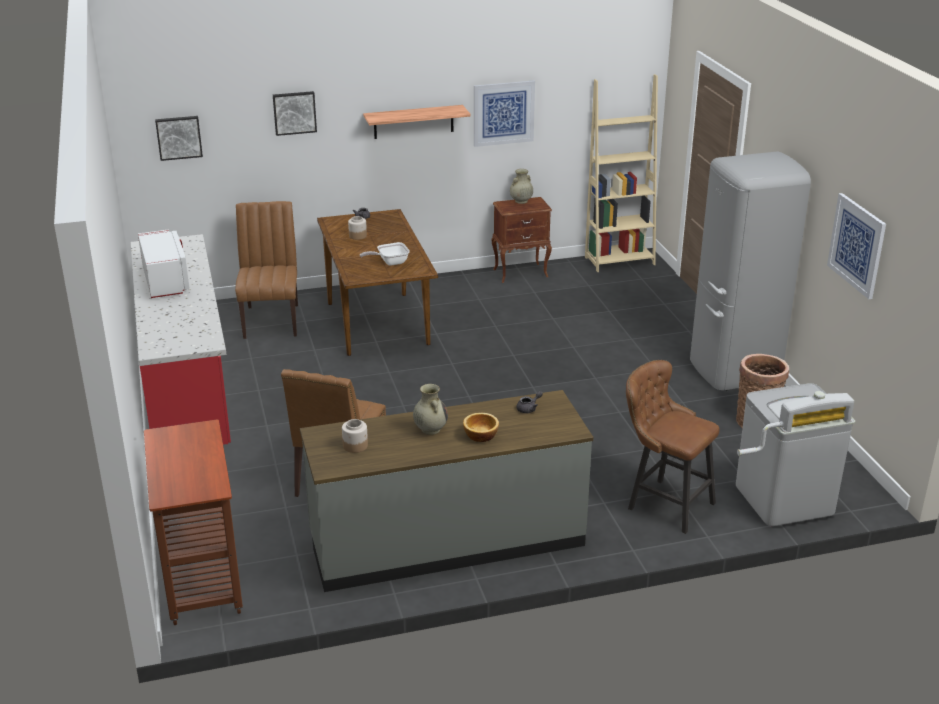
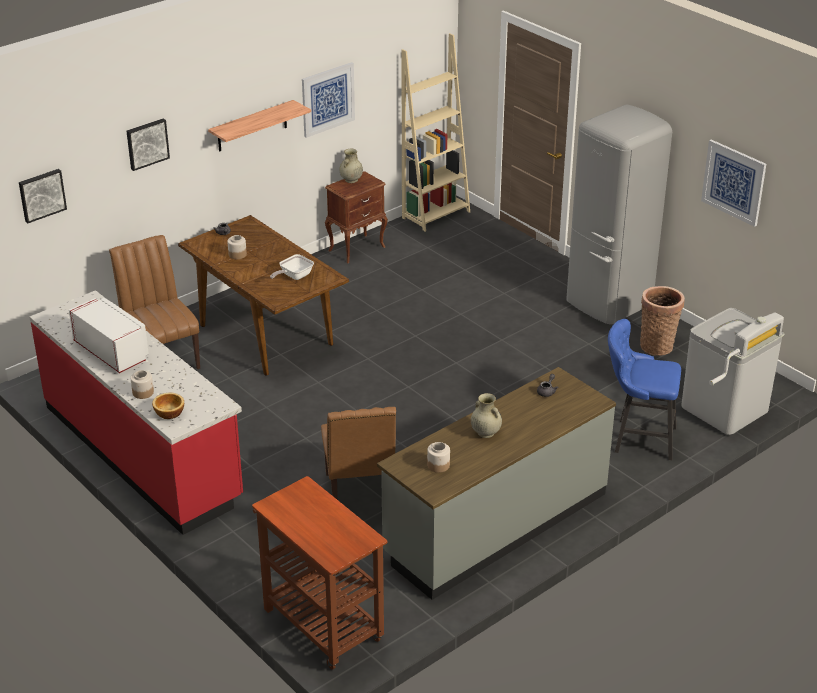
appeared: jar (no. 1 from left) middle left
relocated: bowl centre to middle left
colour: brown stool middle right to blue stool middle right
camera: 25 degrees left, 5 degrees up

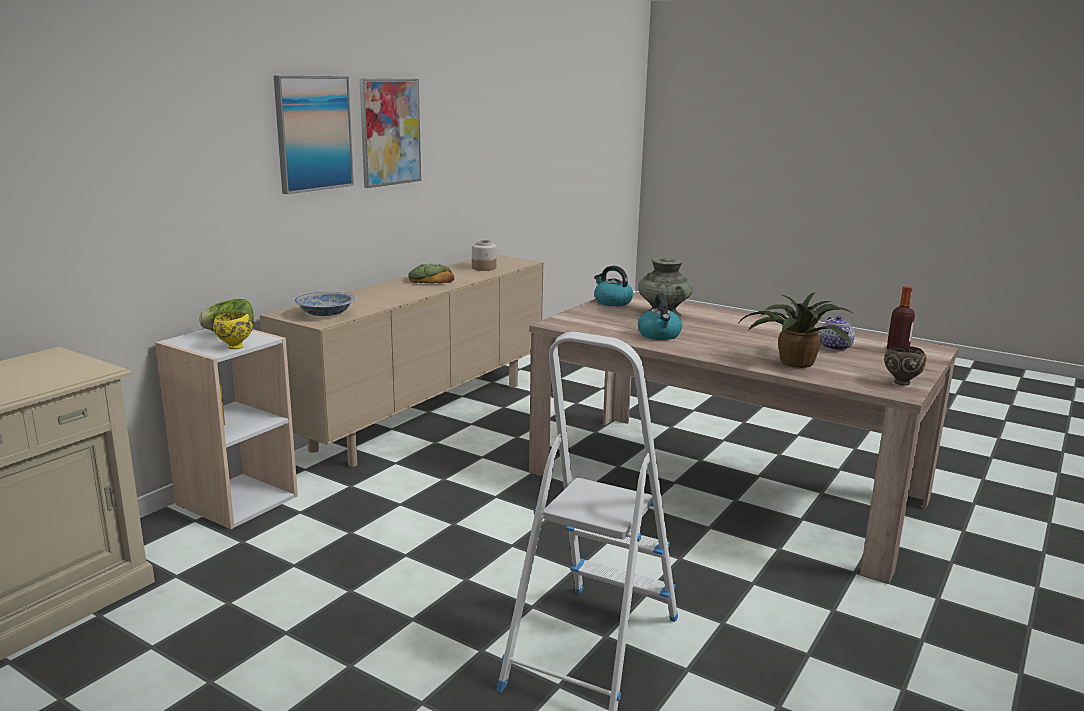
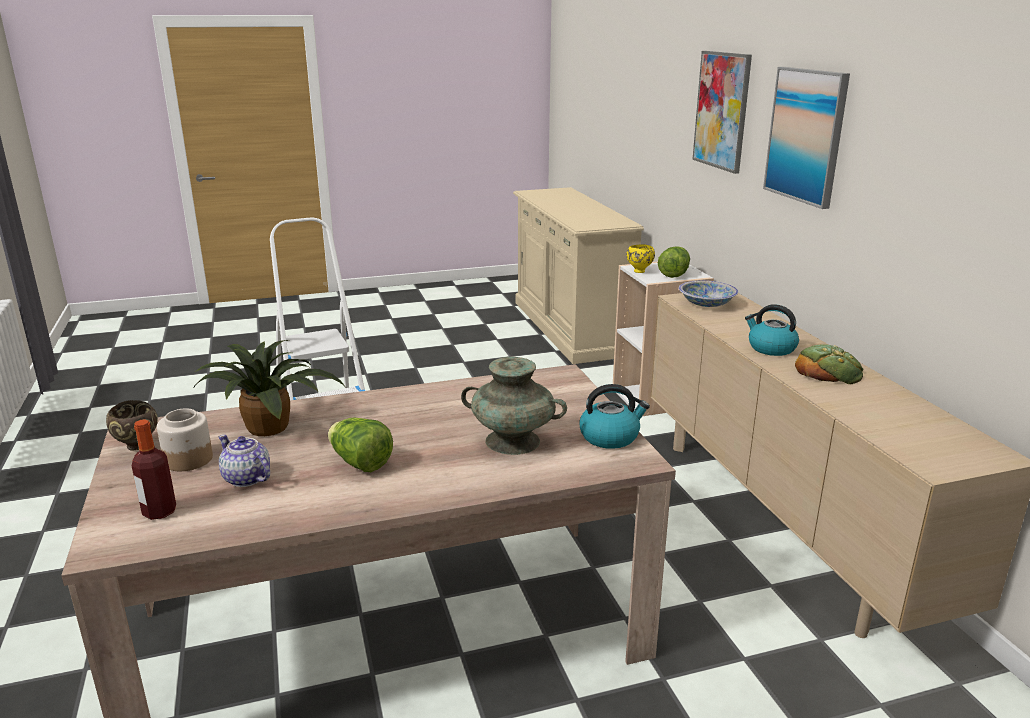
appeared: lettuce (no. 1 from left) centre
relocated: picture (no. 2 from left in the first image) top centre to picture (no. 1 from left) top right; jar centre to middle left; kettle (no. 2 from left) centre to middle right
camera: 130 degrees right, 5 degrees up

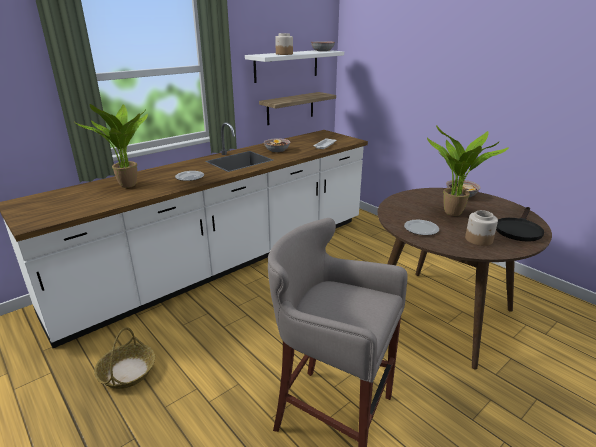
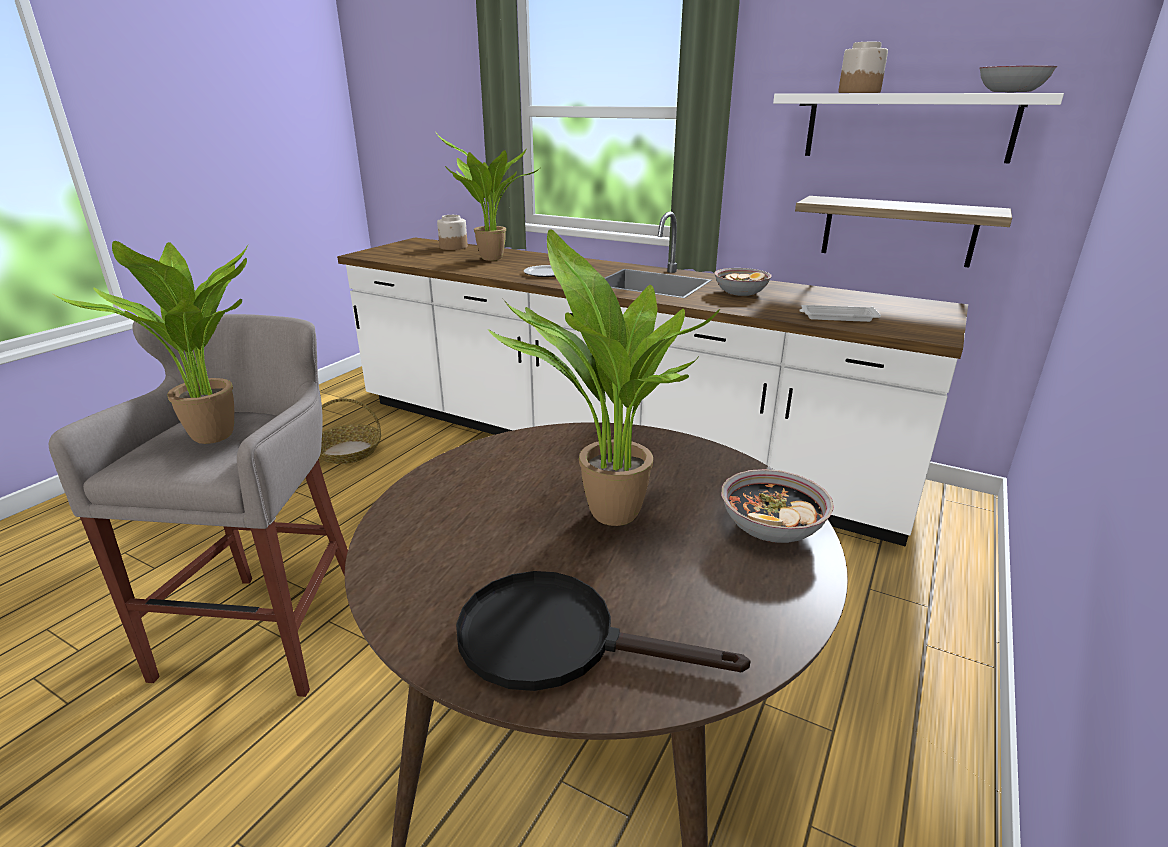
missing: plate (no. 2 from left) middle right
appeared: potted plant (no. 1 from left) middle left
relocated: jar (no. 2 from left in the first image) middle right to jar (no. 1 from left) top centre
camera: 70 degrees right, 0 degrees up

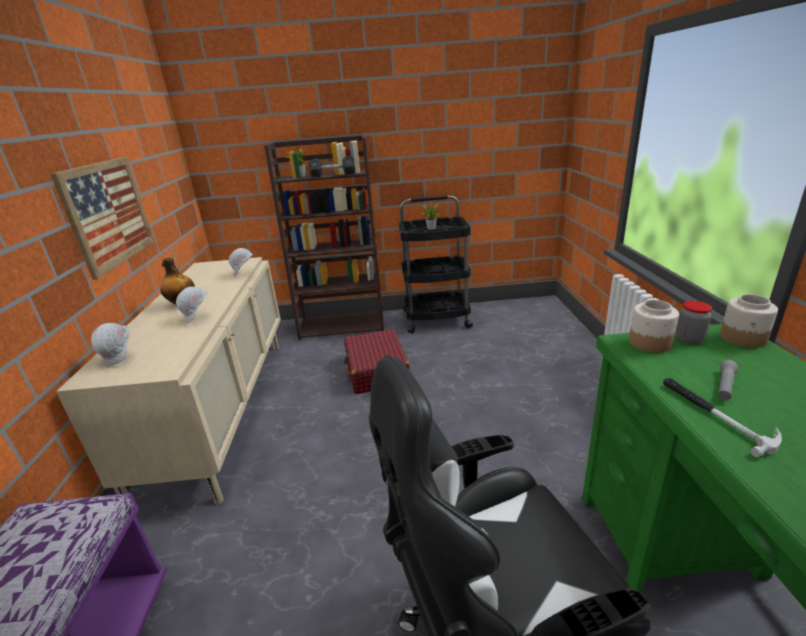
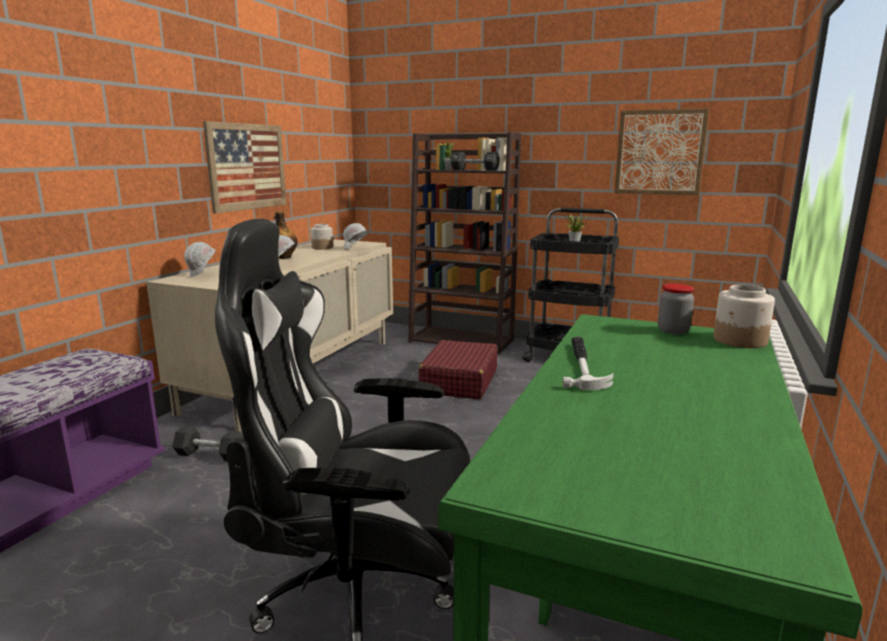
missing: grey flashlight middle right
appeared: picture (no. 2 from left) top right; black dumbbell (no. 1 from left) bottom left
relocated: jar (no. 1 from left) middle right to centre
camera: 25 degrees right, 10 degrees down

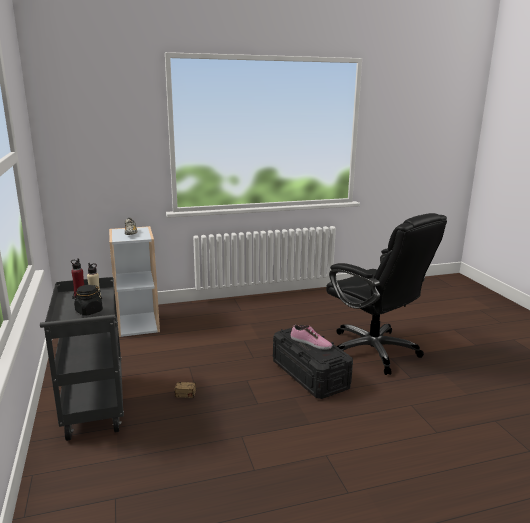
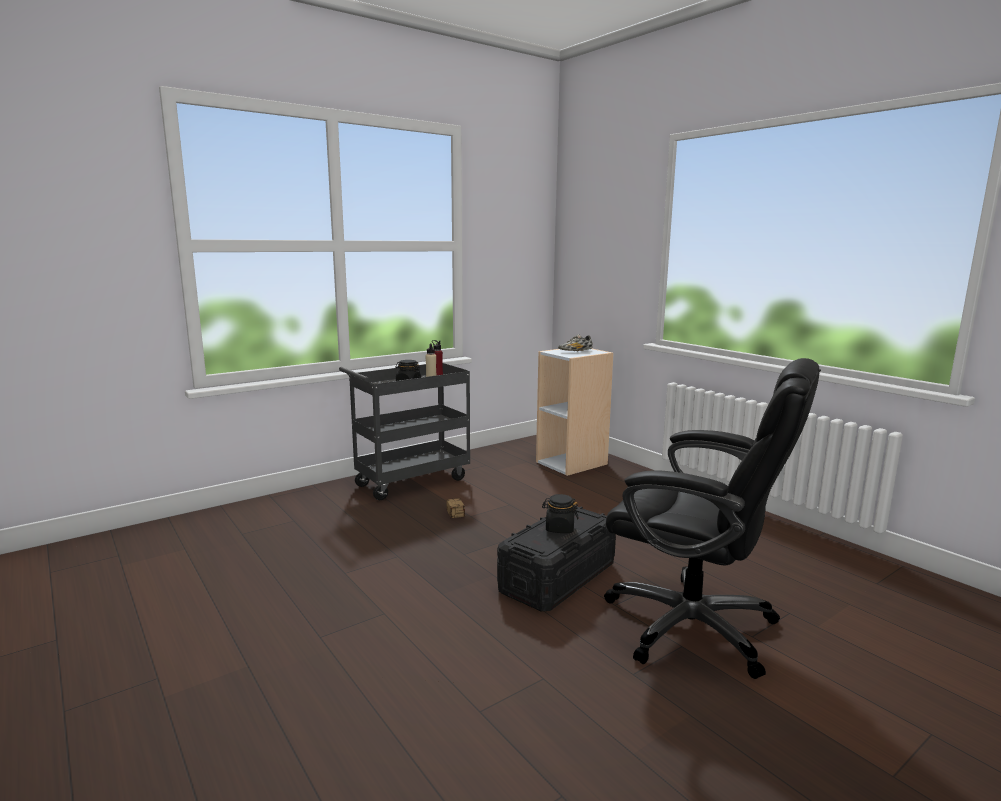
exchanged: shoe (no. 2 from left) centre to black jar (no. 2 from left) centre
spun: black office chair middle right = middle right 90 degrees counterclockwise
camera: 70 degrees right, 5 degrees down

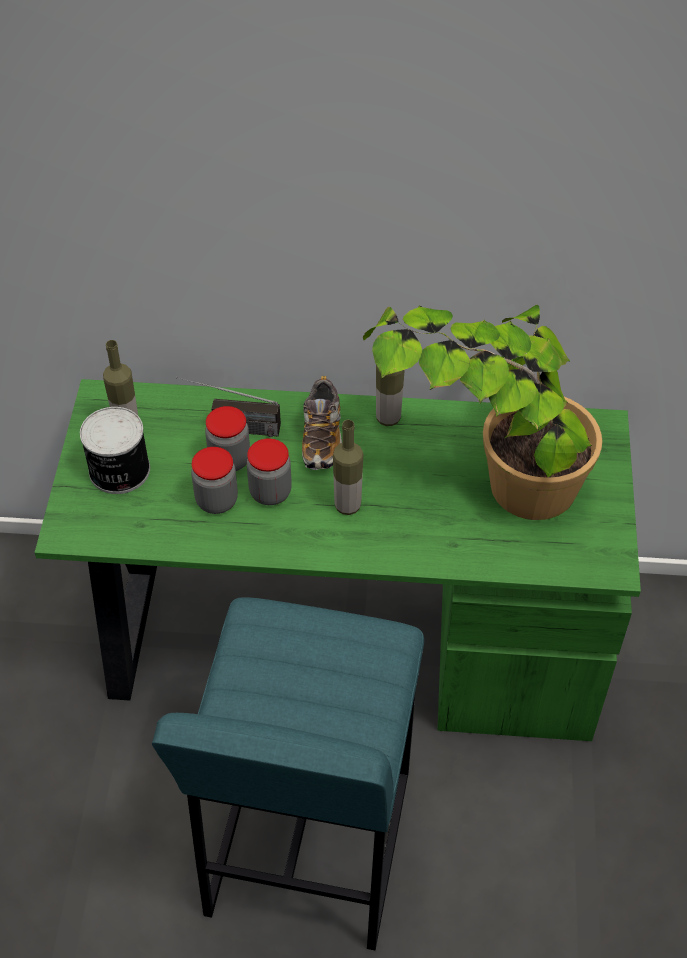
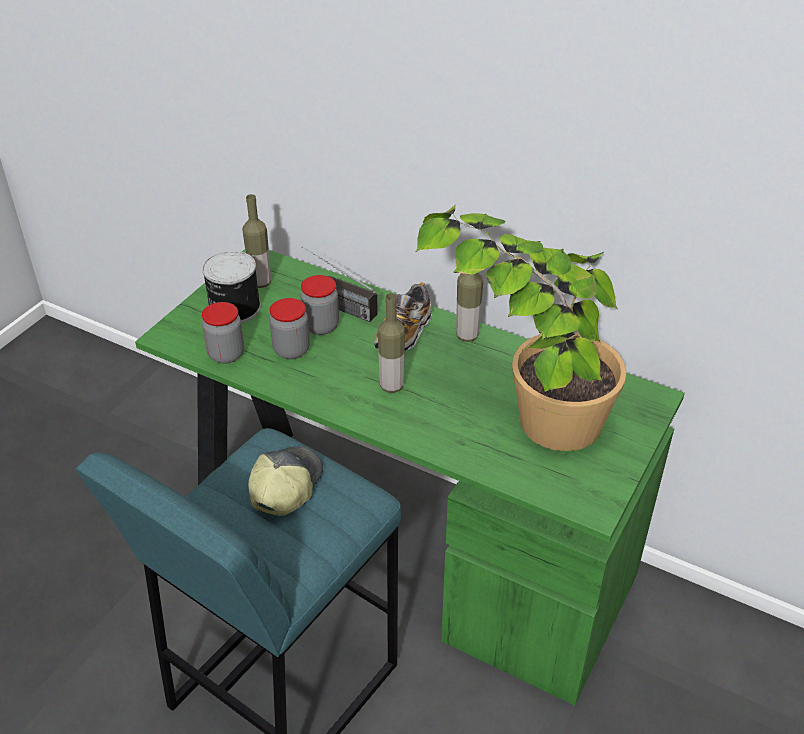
appeared: cap centre
relocated: jar (no. 3 from left in the first image) centre to jar (no. 1 from left) middle left
camera: 25 degrees right, 10 degrees down

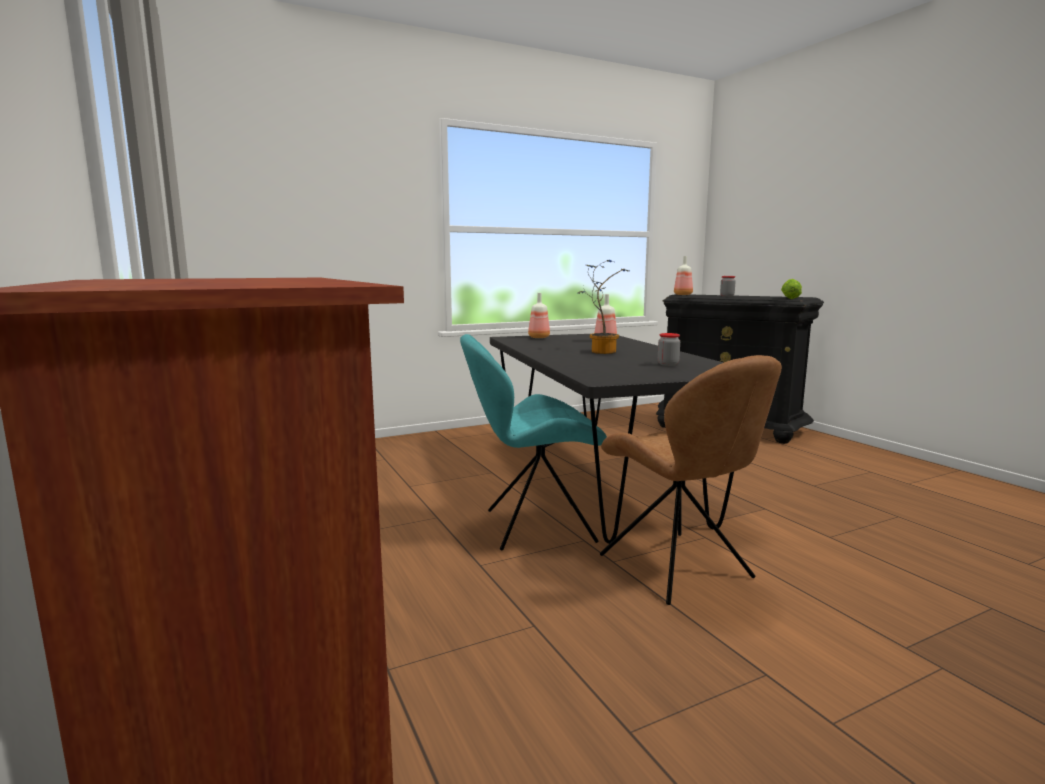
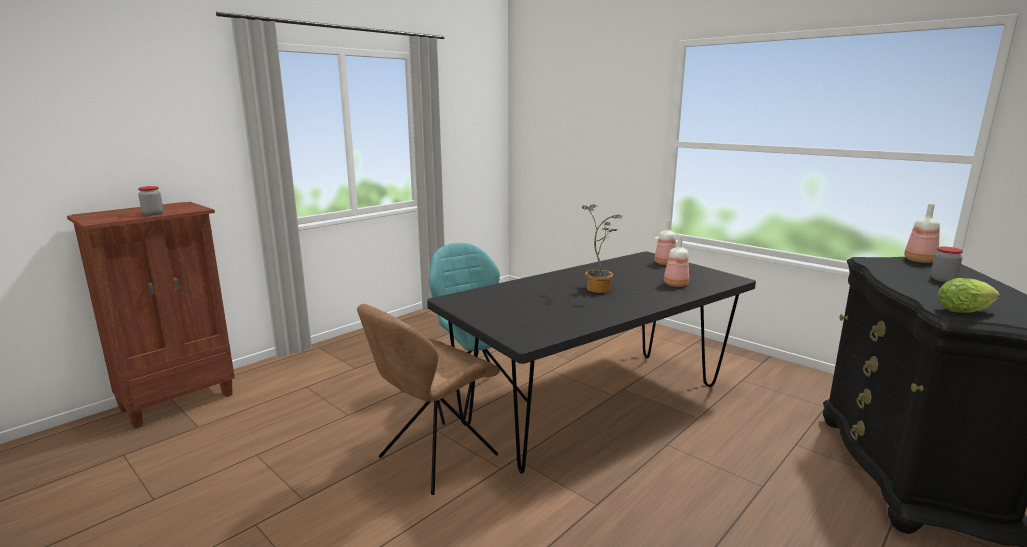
relocated: jar (no. 1 from left) centre to middle left
camera: 70 degrees right, 5 degrees up

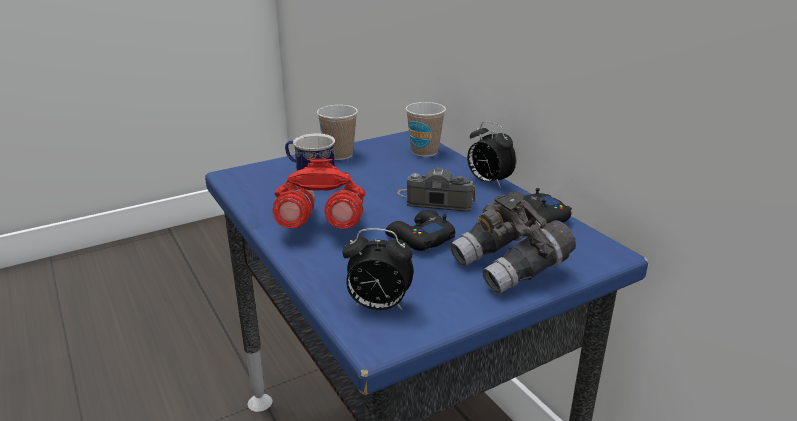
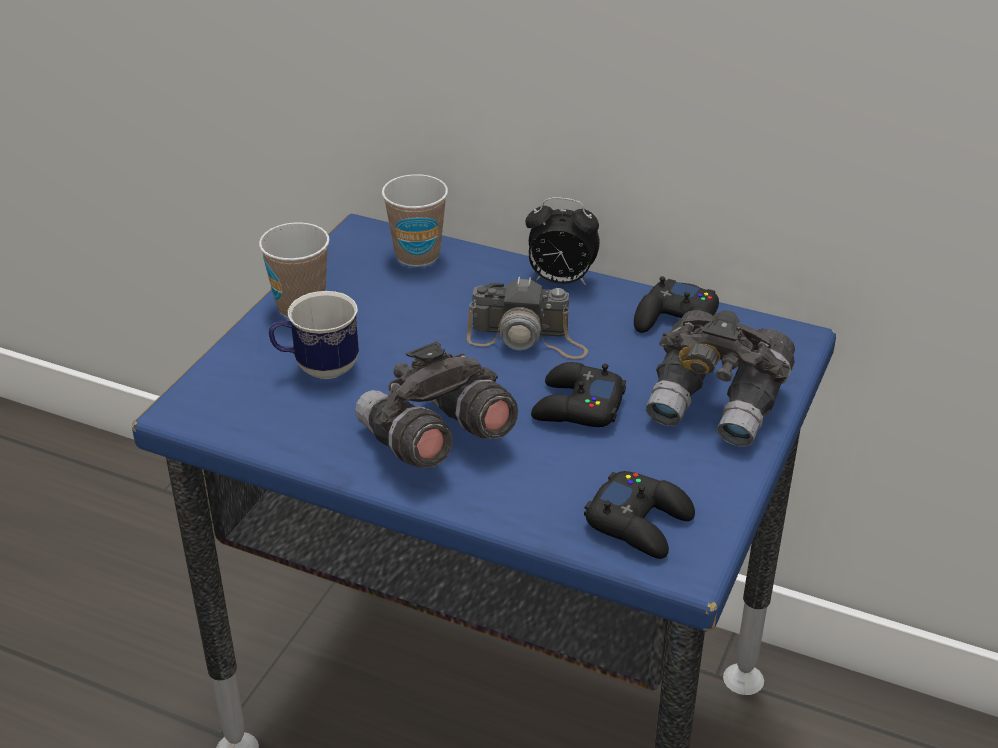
exchanged: alarm clock (no. 1 from left) centre to black game controller (no. 2 from left) bottom centre
colour: red binoculars centre to grey binoculars (no. 1 from left) centre
spun: photo camera centre = centre 150 degrees counterclockwise
camera: 35 degrees left, 10 degrees up

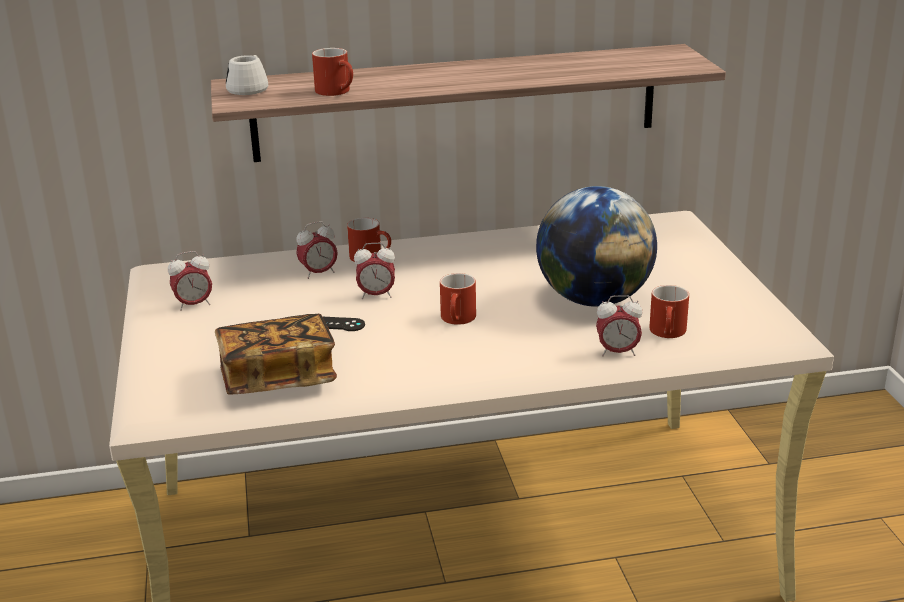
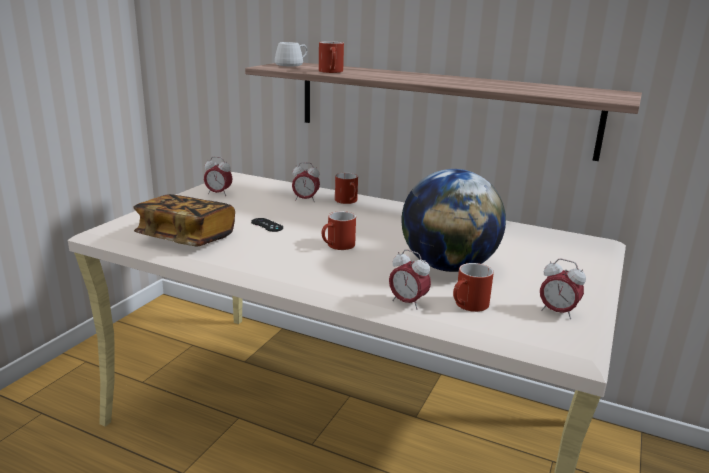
relocated: alarm clock (no. 3 from left in the first image) centre to alarm clock (no. 4 from left) middle right
camera: 35 degrees right, 5 degrees down

